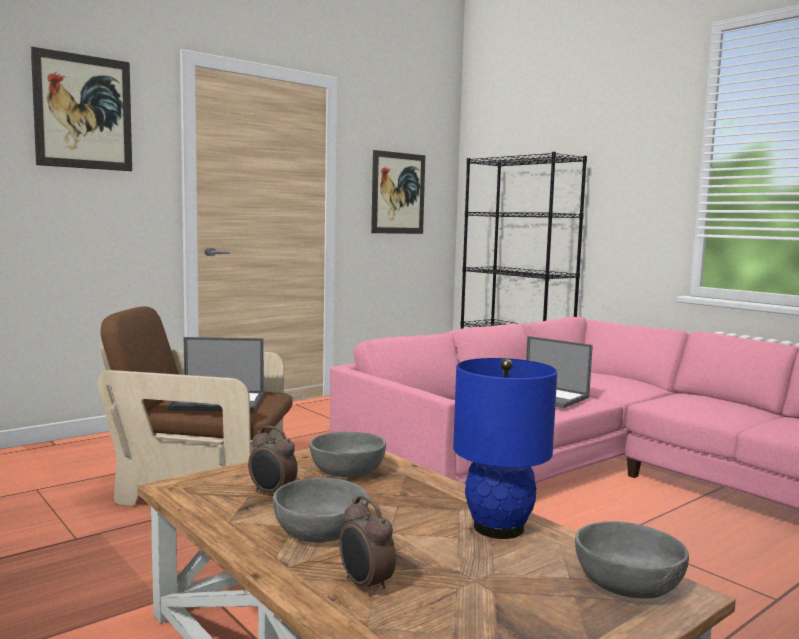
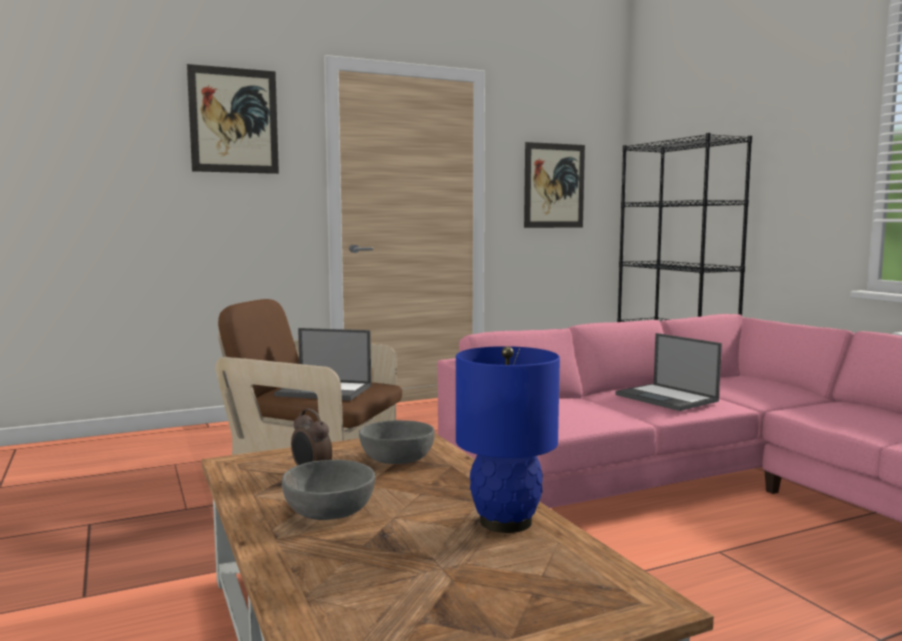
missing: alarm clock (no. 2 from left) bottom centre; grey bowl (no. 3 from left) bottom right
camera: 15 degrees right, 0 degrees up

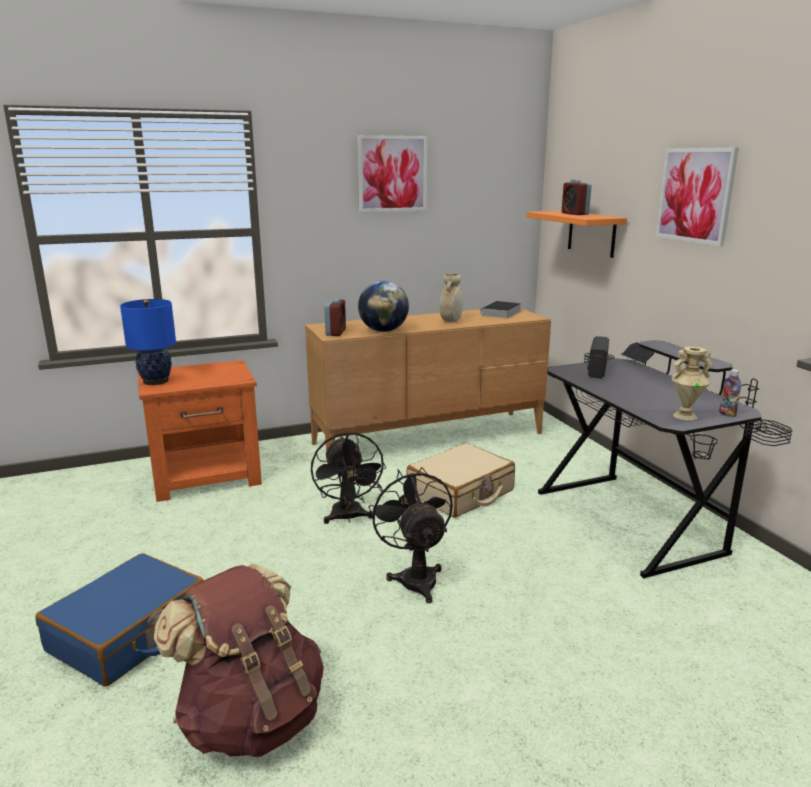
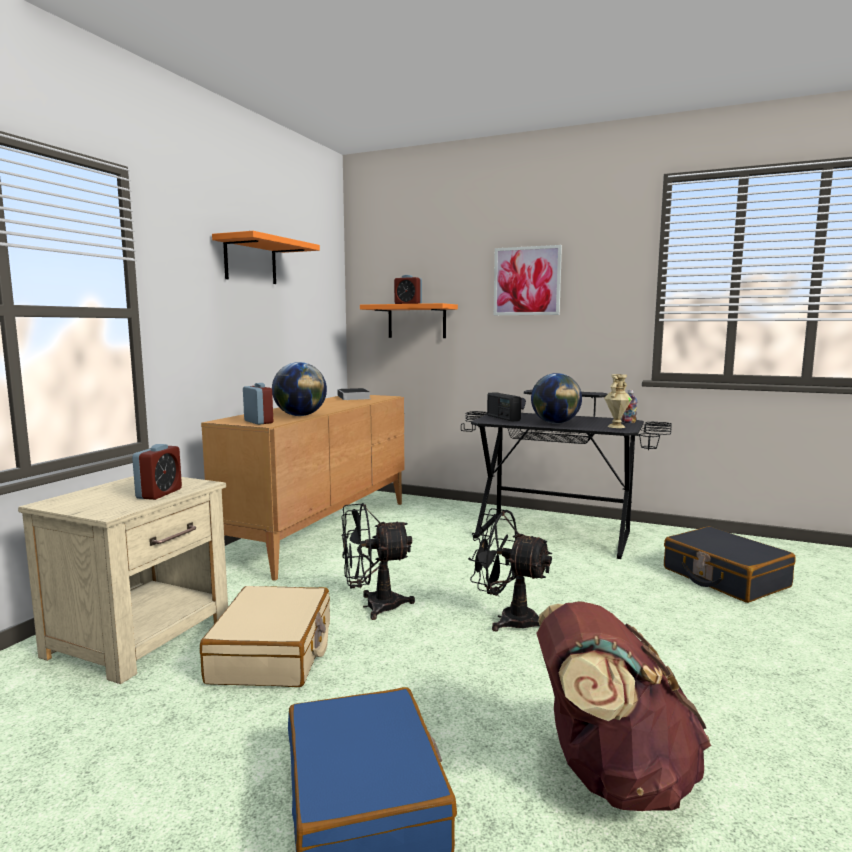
missing: beige vase (no. 1 from left) centre; blue table lamp middle left
appeared: globe (no. 2 from left) centre; alarm clock (no. 1 from left) middle left; black suitcase middle right
relocated: beige suitcase centre to bottom left
exchanged: picture (no. 1 from left) top centre to orange shelf (no. 1 from left) top left
colour: orange nightstand middle left to beige nightstand bottom left
spun: black fan (no. 1 from left) centre = centre 135 degrees clockwise
camera: 45 degrees left, 10 degrees down

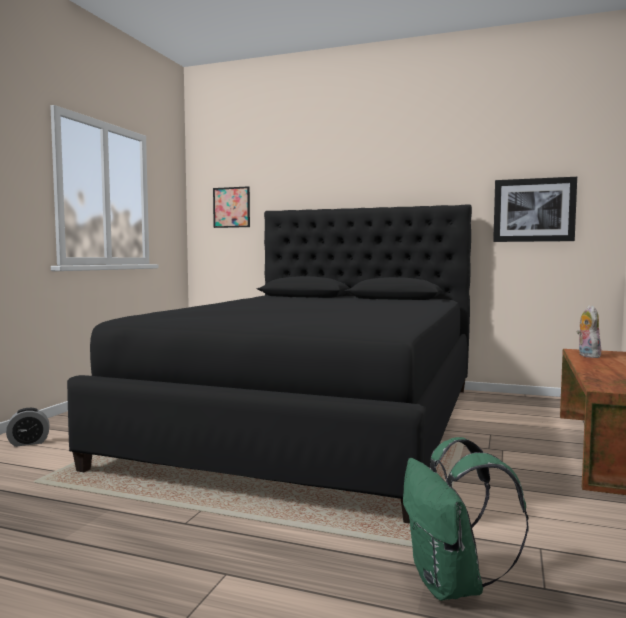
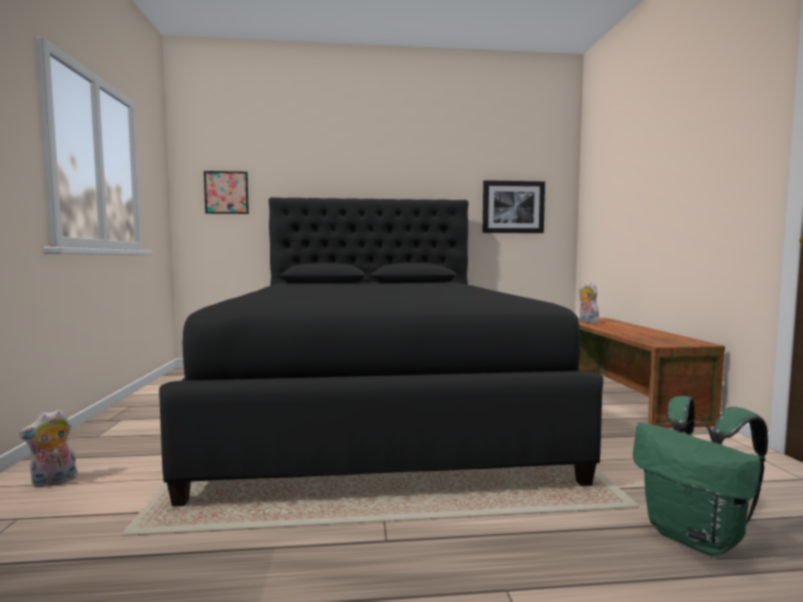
exchanged: alarm clock bottom left to plush toy (no. 1 from left) bottom left
camera: 25 degrees left, 0 degrees up

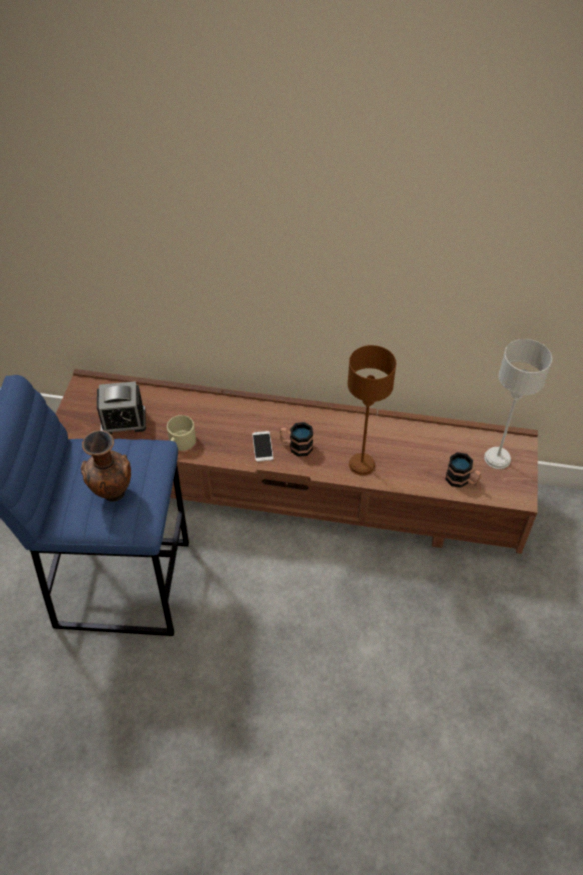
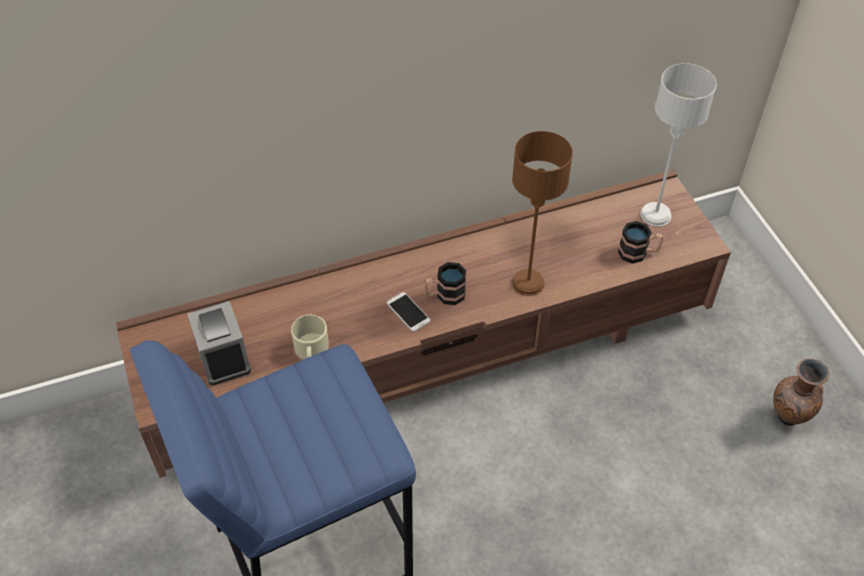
relocated: brown vase middle left to bottom right
spun: alarm clock middle left = middle left 105 degrees clockwise
camera: 30 degrees left, 0 degrees up

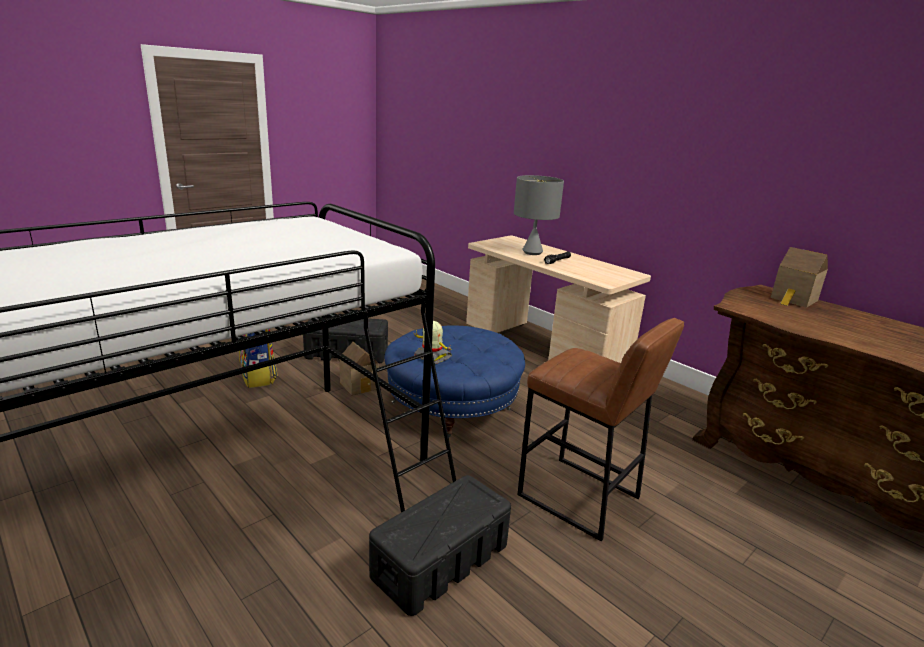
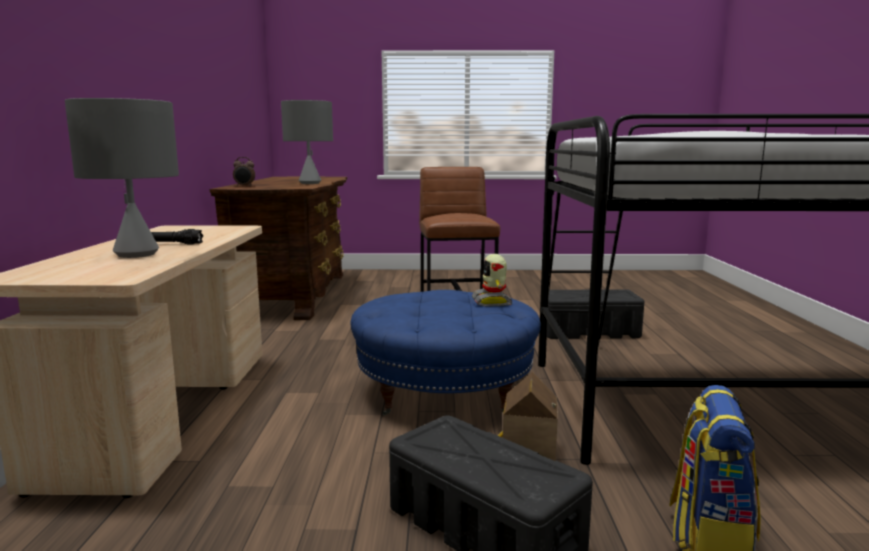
appeared: grey table lamp (no. 2 from left) top centre
exchanged: toy house (no. 2 from left) middle right to alarm clock top left
camera: 135 degrees left, 10 degrees down

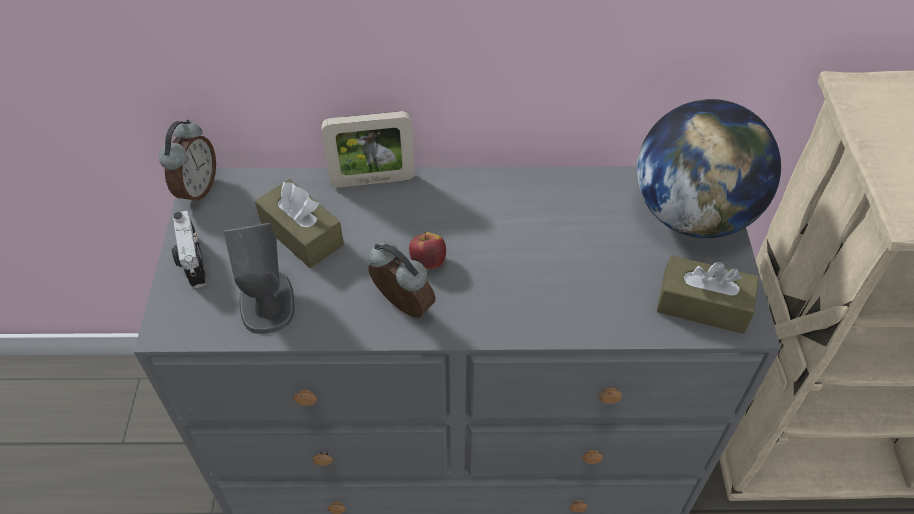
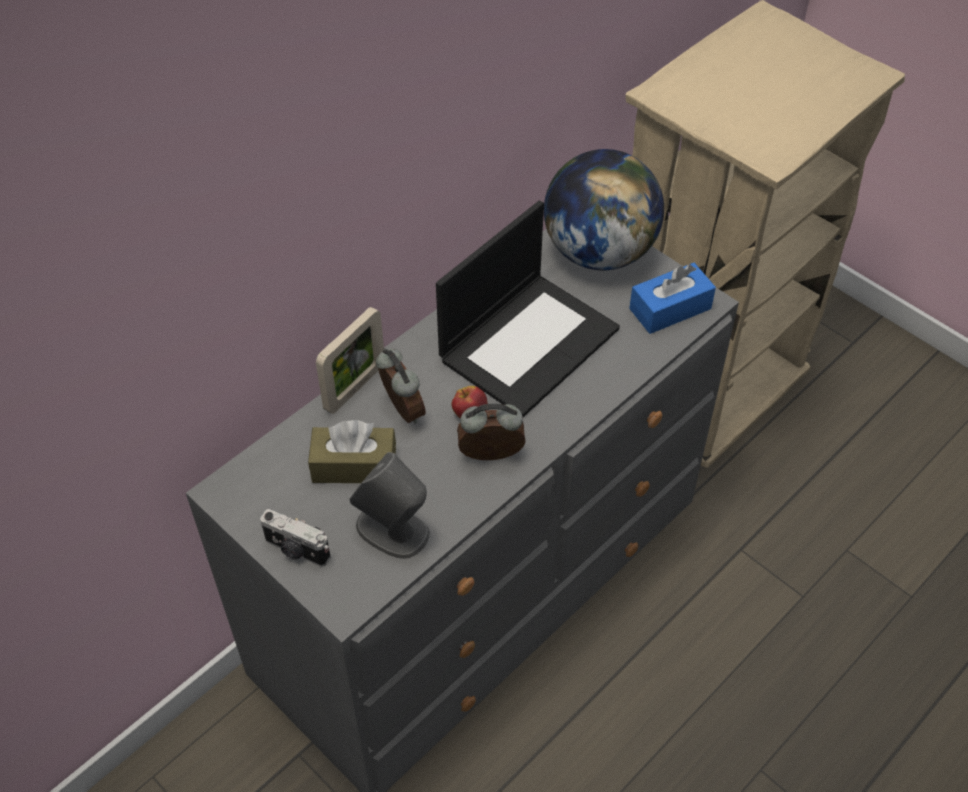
appeared: laptop centre
relocated: alarm clock (no. 1 from left) top left to centre
colour: brown tissue box (no. 2 from left) middle right to blue tissue box middle right
camera: 45 degrees left, 0 degrees up

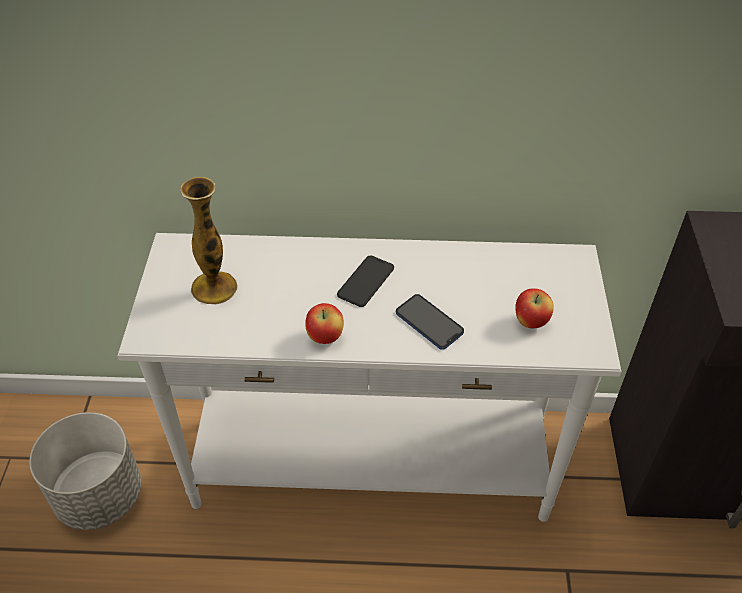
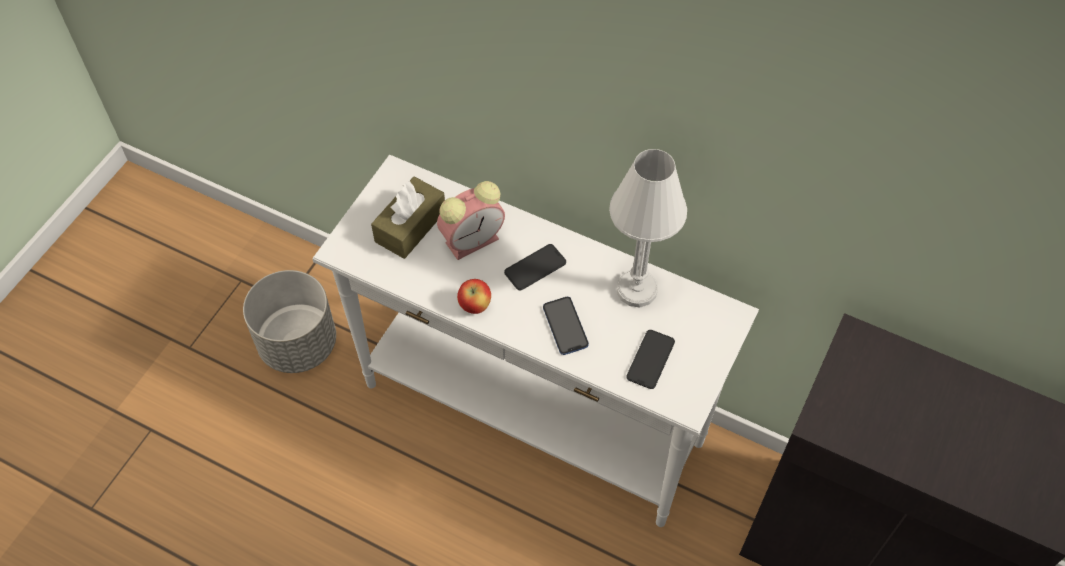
appeared: white table lamp centre; alarm clock centre
exchanged: vase middle left to brown tissue box centre; apple (no. 2 from left) middle right to phone (no. 3 from left) centre
camera: 25 degrees right, 10 degrees up

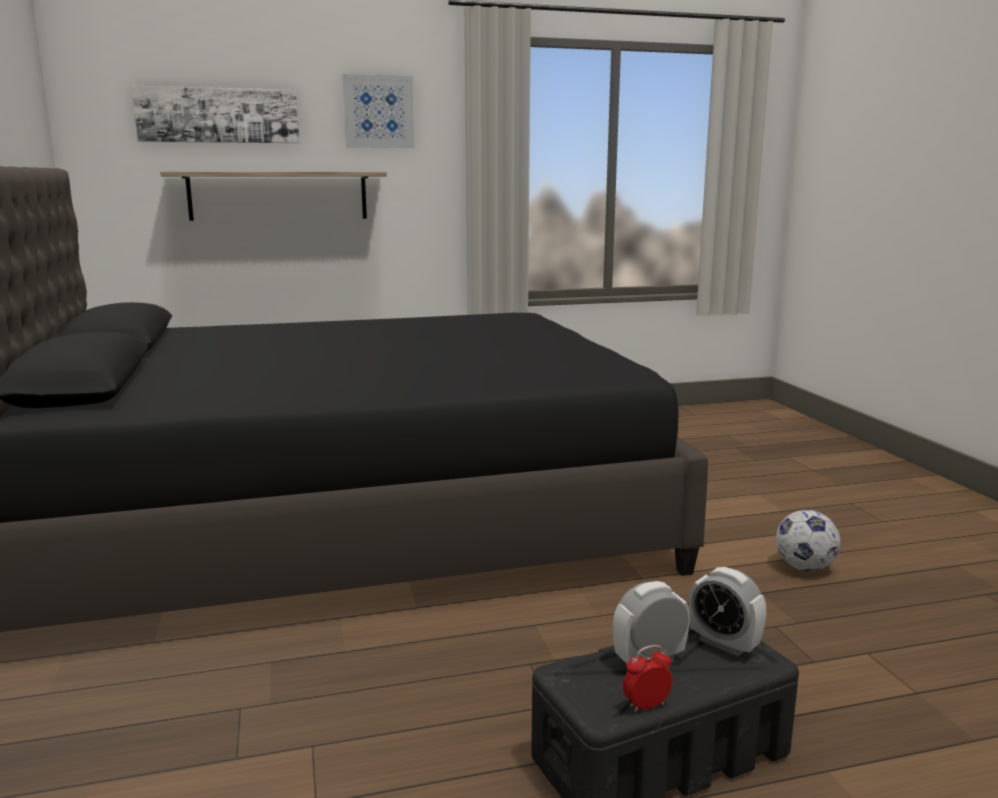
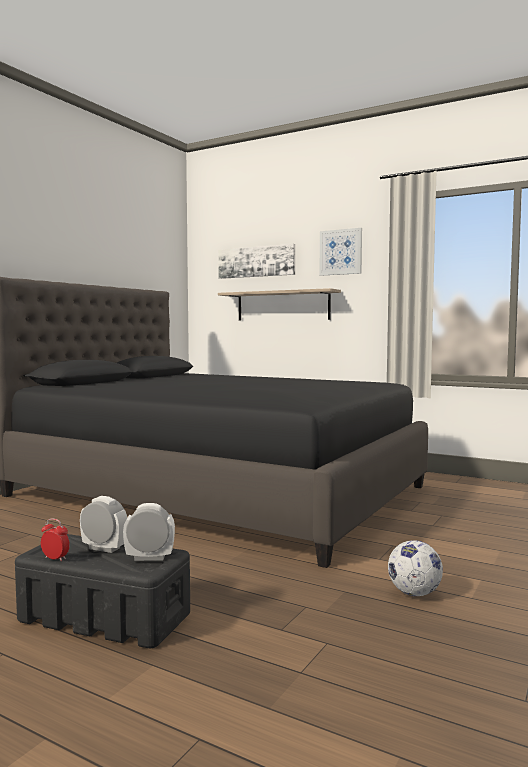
spun: alarm clock (no. 3 from left) bottom right = bottom left 90 degrees clockwise
camera: 45 degrees right, 10 degrees down

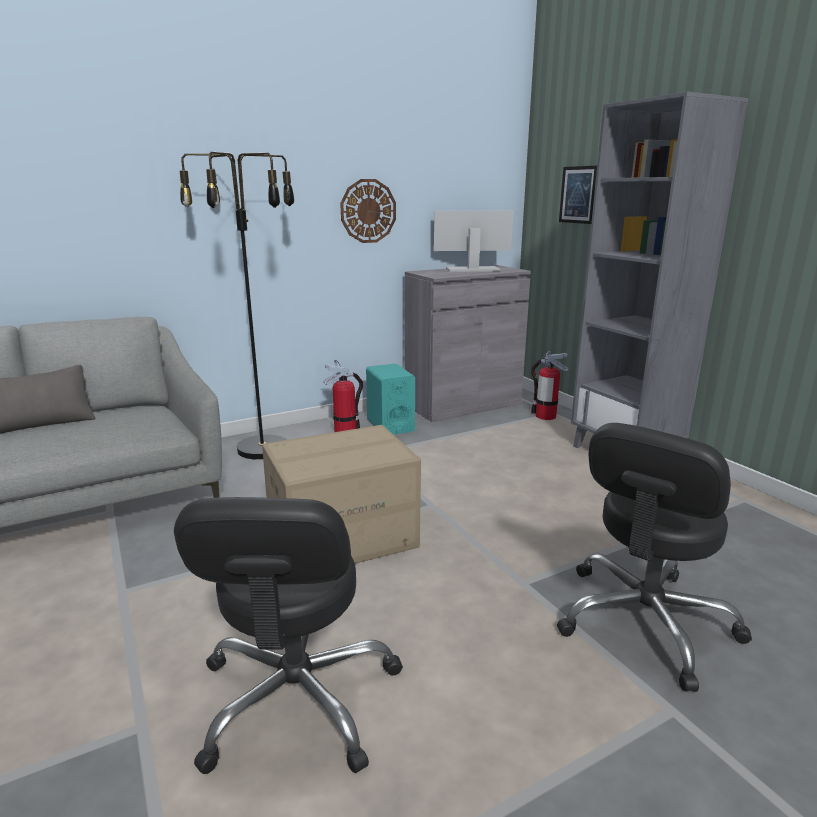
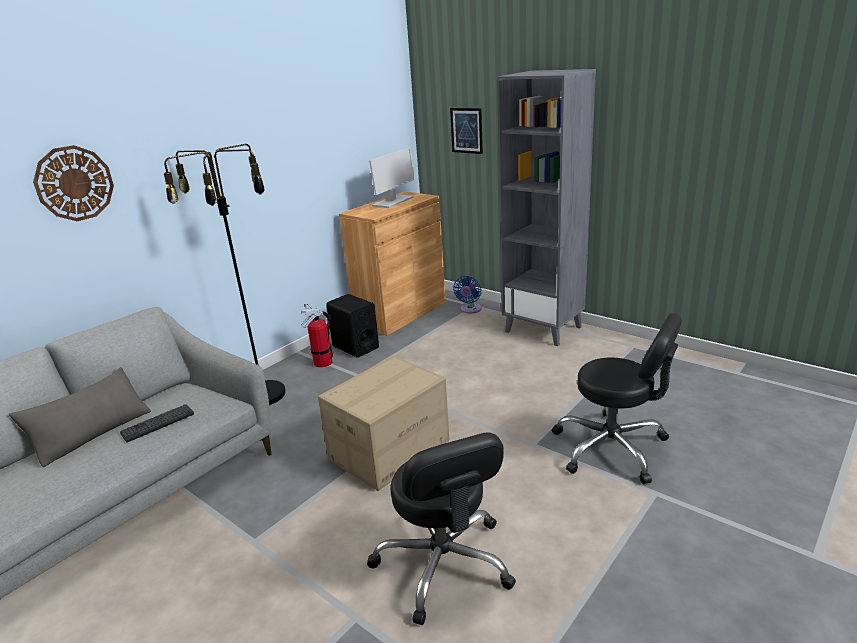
appeared: keyboard middle left
relocated: wall clock top centre to top left
exchanged: fire extinguisher (no. 2 from left) middle right to blue fan centre
colour: grey cabinet centre to brown cabinet centre; turquoise speaker centre to black speaker centre
spun: monitor top centre = top centre 150 degrees clockwise; black office chair (no. 2 from left) bottom right = middle right 75 degrees counterclockwise
camera: 20 degrees left, 5 degrees up

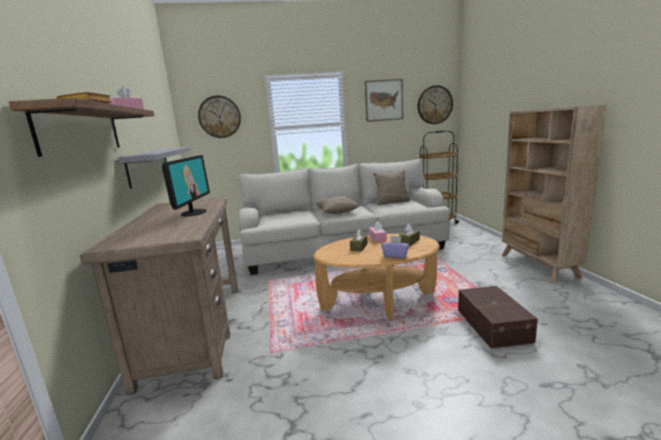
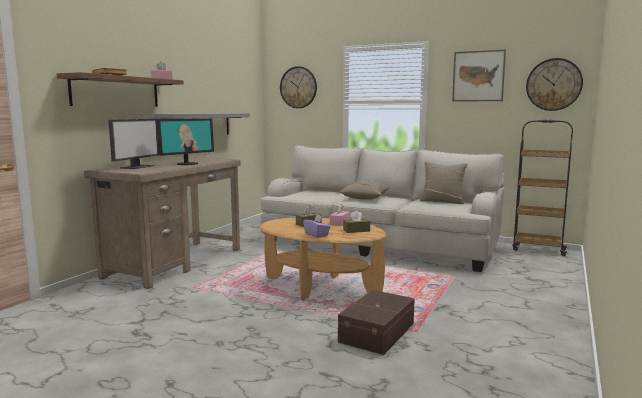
missing: beige bookcase middle right
appeared: monitor (no. 1 from left) middle left
camera: 35 degrees right, 5 degrees down

